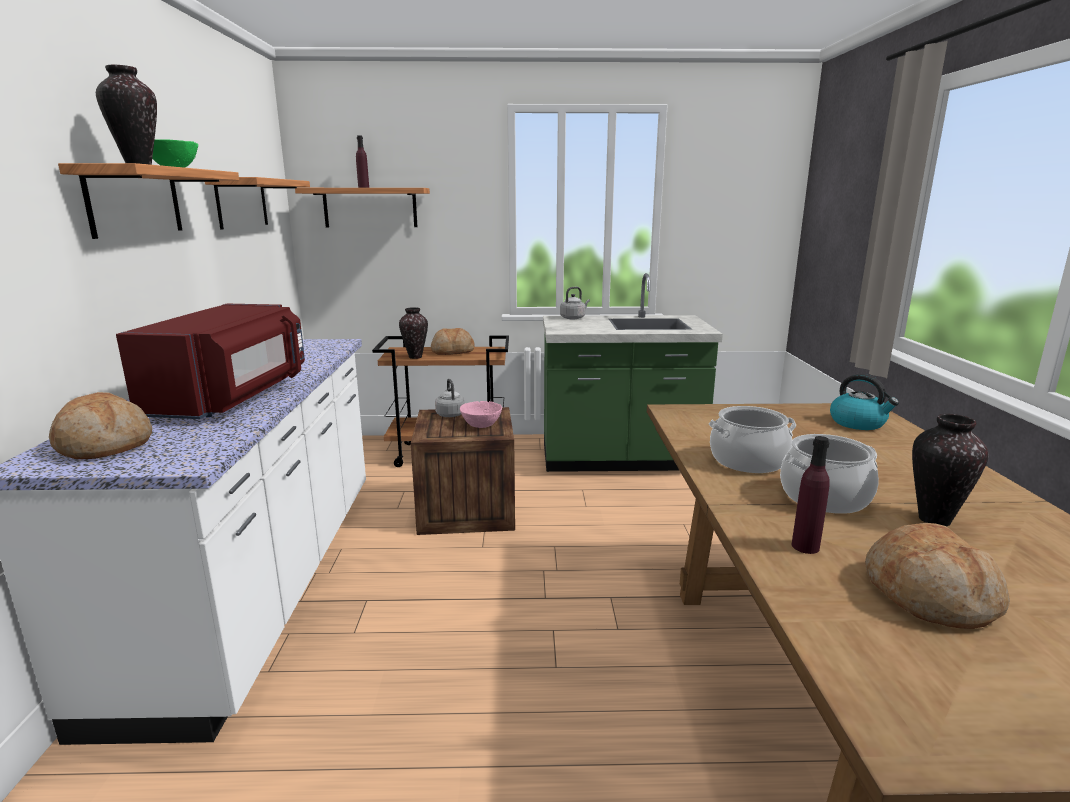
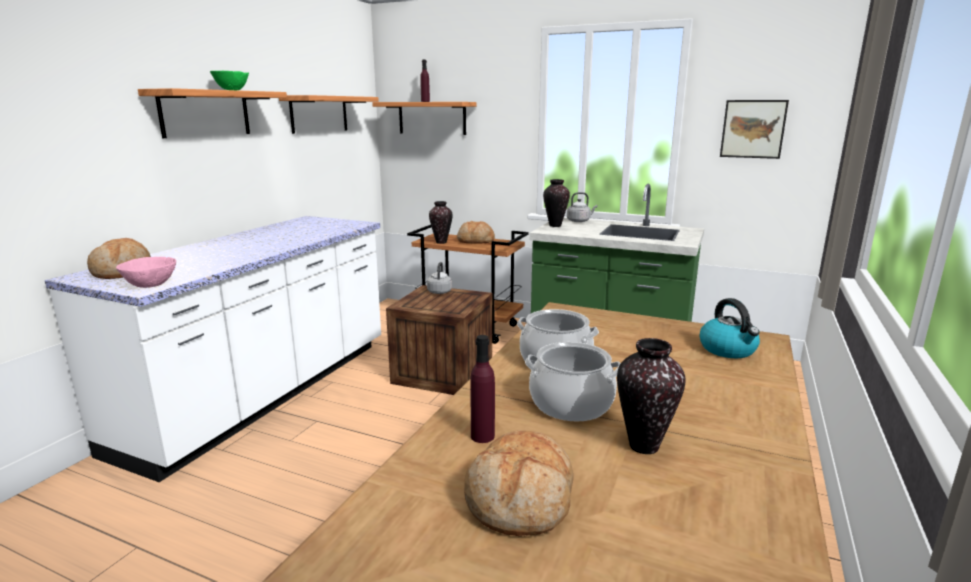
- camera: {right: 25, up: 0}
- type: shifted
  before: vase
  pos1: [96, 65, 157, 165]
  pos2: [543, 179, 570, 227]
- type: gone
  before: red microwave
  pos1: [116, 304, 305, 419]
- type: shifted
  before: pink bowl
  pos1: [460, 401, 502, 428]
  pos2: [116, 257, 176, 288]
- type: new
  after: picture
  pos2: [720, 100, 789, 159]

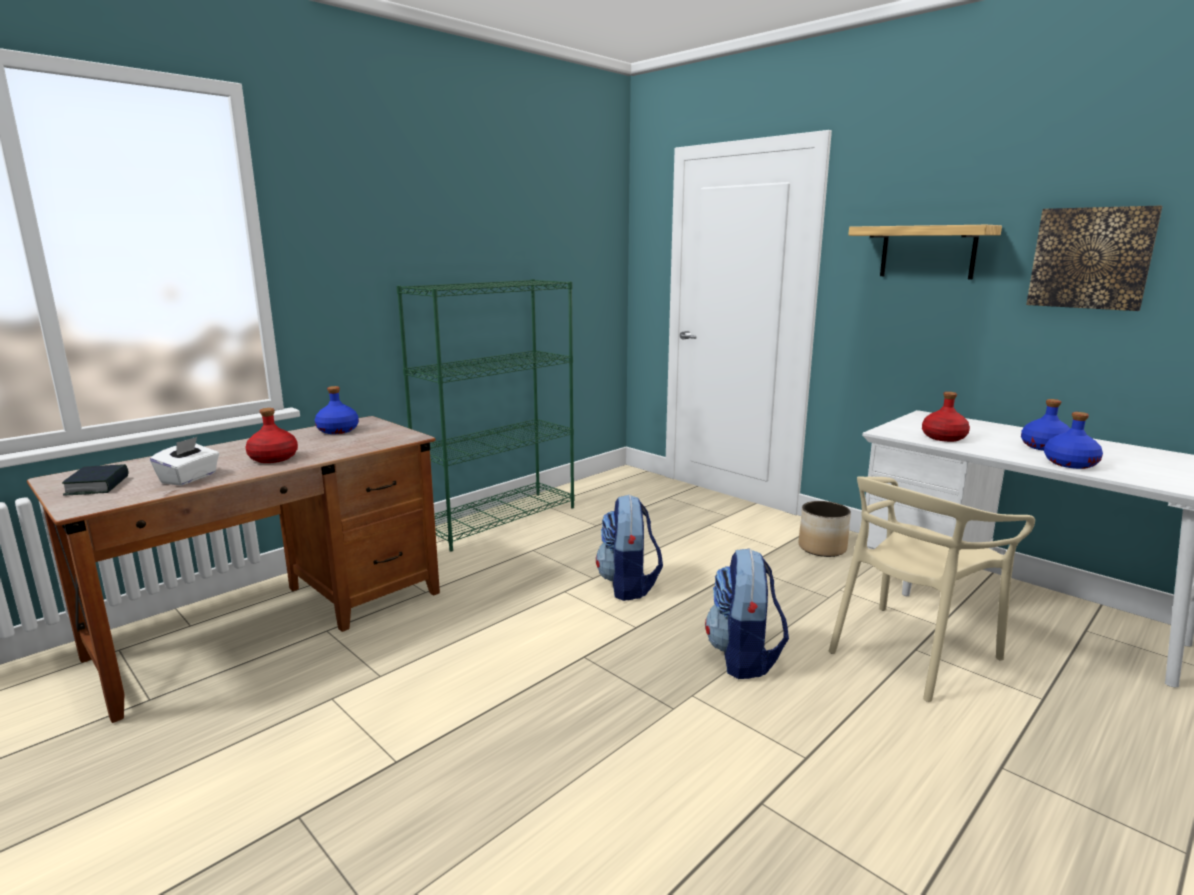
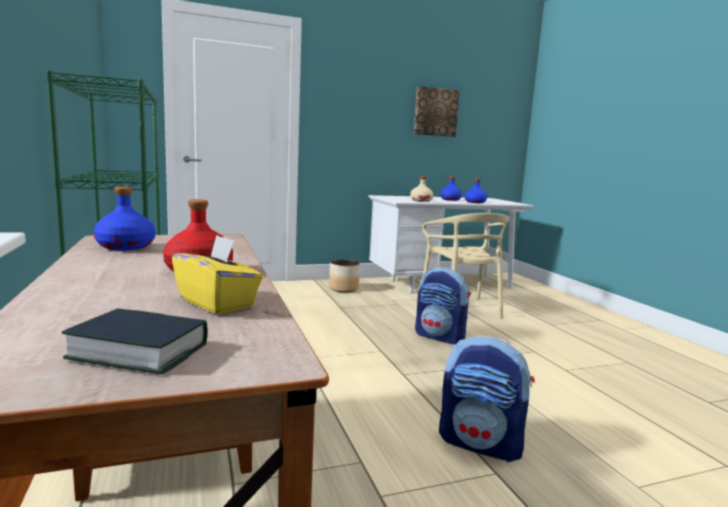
- camera: {right: -65, up: -5}
- type: repainted
  before: white tissue box
  after: yellow tissue box
  pos1: [150, 437, 219, 486]
  pos2: [172, 235, 263, 314]
- type: shifted
  before: backpack
  pos1: [596, 494, 663, 601]
  pos2: [439, 336, 535, 462]
- type: gone
  before: shelf
  pos1: [848, 225, 1002, 279]
- type: repainted
  before: red bottle
  after: beige bottle
  pos1: [922, 392, 970, 442]
  pos2: [410, 176, 433, 202]

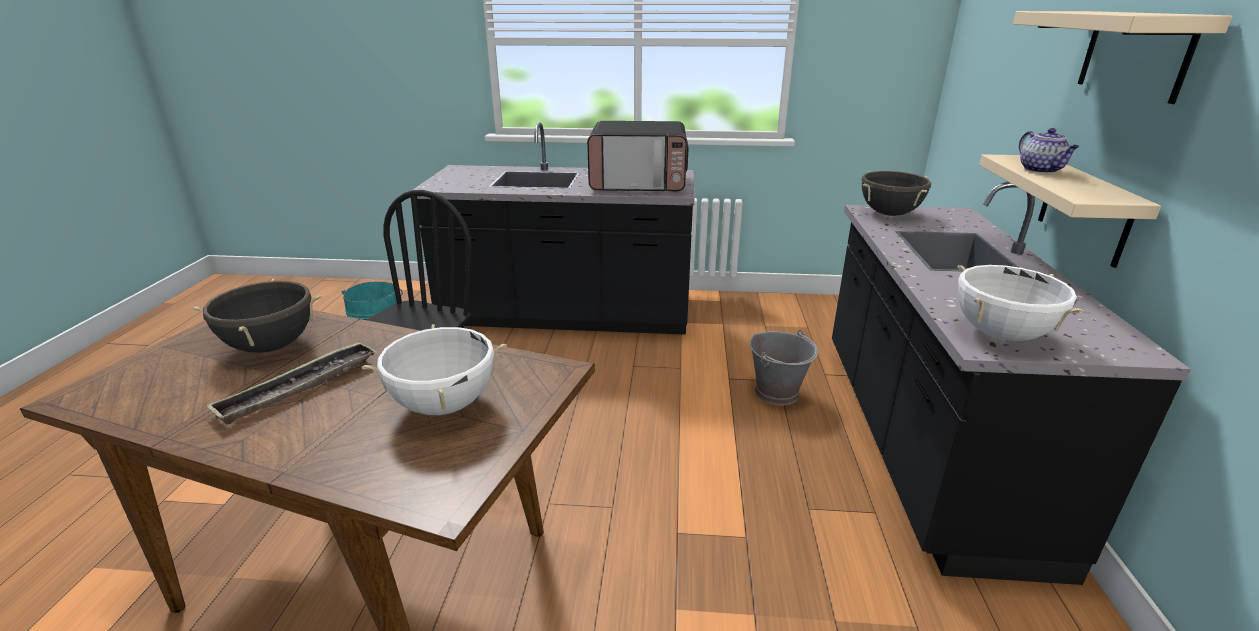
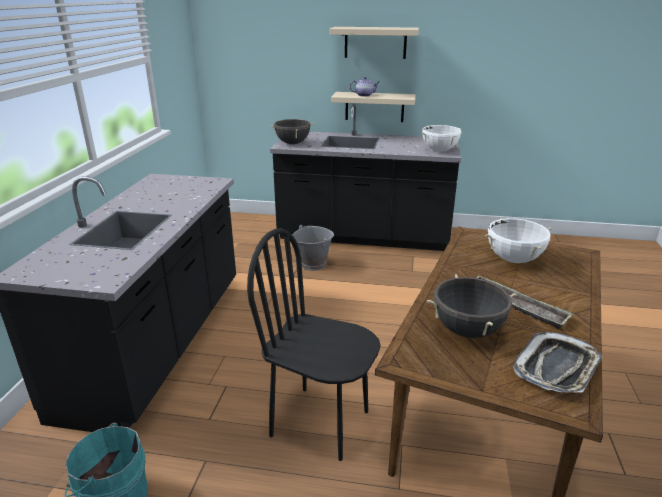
- camera: {right: -85, up: 0}
- type: gone
  before: microwave
  pos1: [587, 121, 688, 191]
- type: new
  after: tray
  pos2: [513, 332, 602, 393]

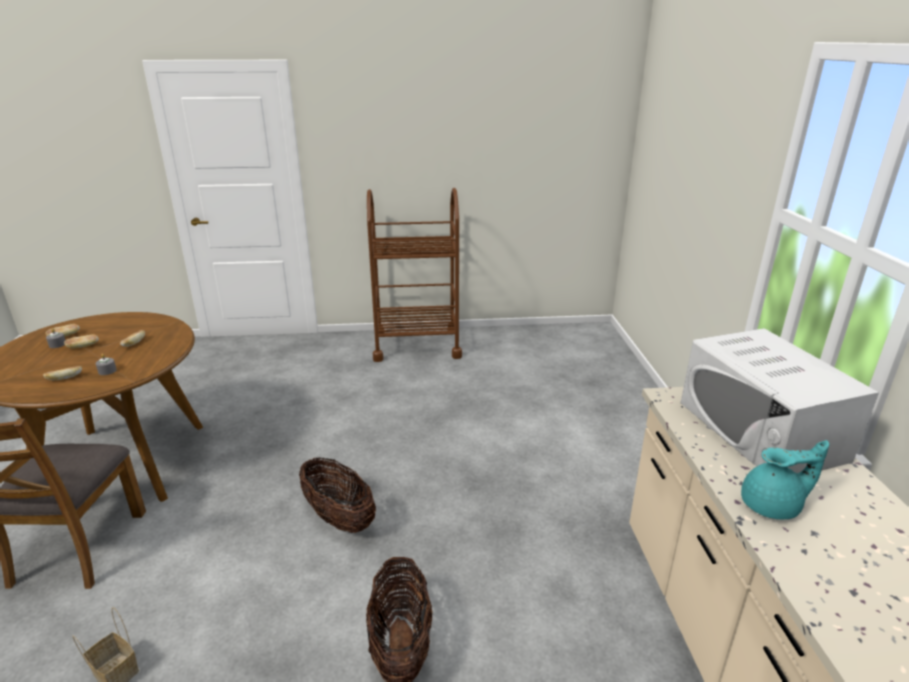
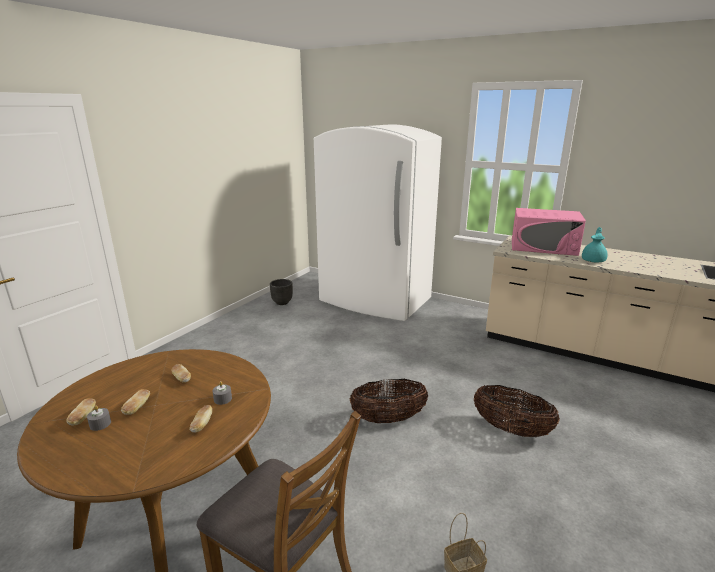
- camera: {right: -55, up: -5}
- type: gone
  before: brown cart
  pos1: [367, 188, 462, 362]
- type: repainted
  before: white microwave
  after: pink microwave
  pos1: [681, 328, 879, 473]
  pos2: [512, 208, 586, 256]
- type: new
  after: black planter
  pos2: [270, 279, 293, 305]
- type: new
  after: white fridge
  pos2: [314, 124, 442, 321]

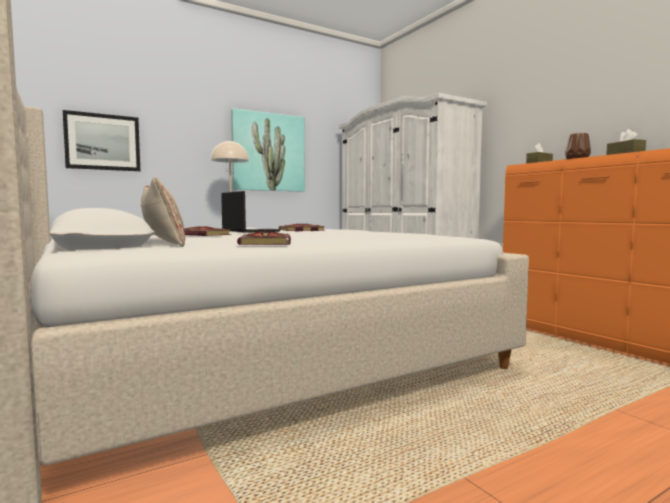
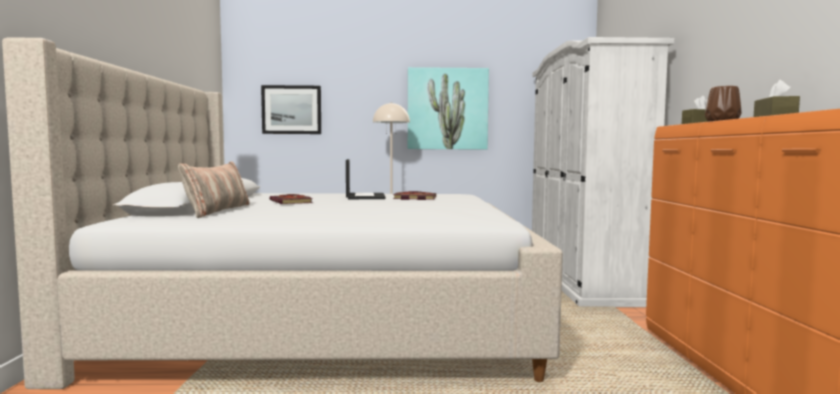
- camera: {right: 30, up: 0}
- type: gone
  before: book
  pos1: [237, 231, 291, 245]

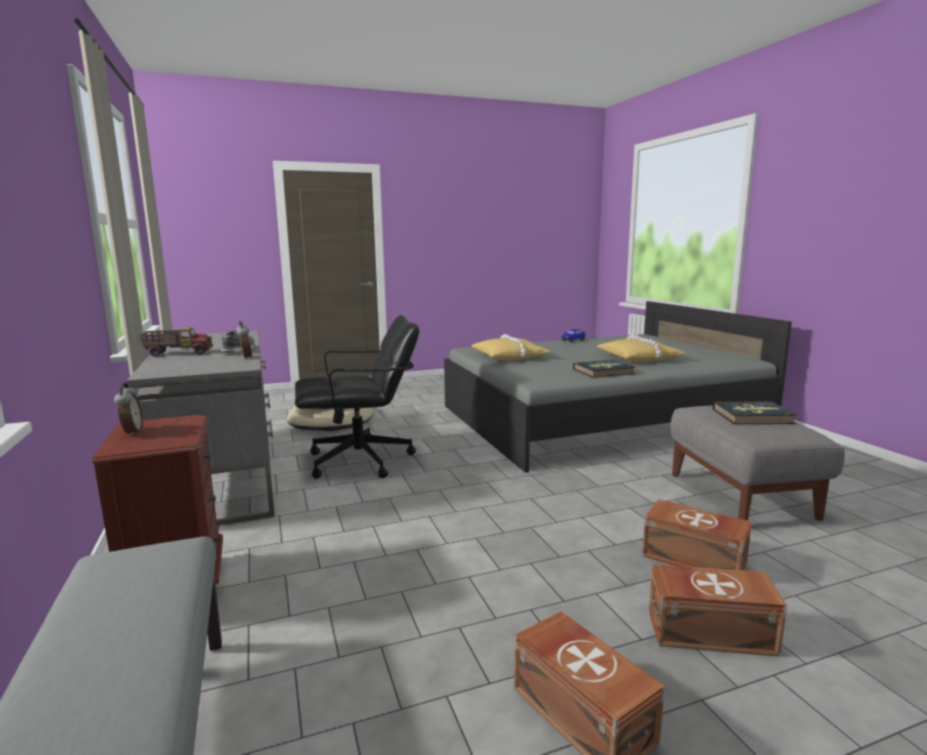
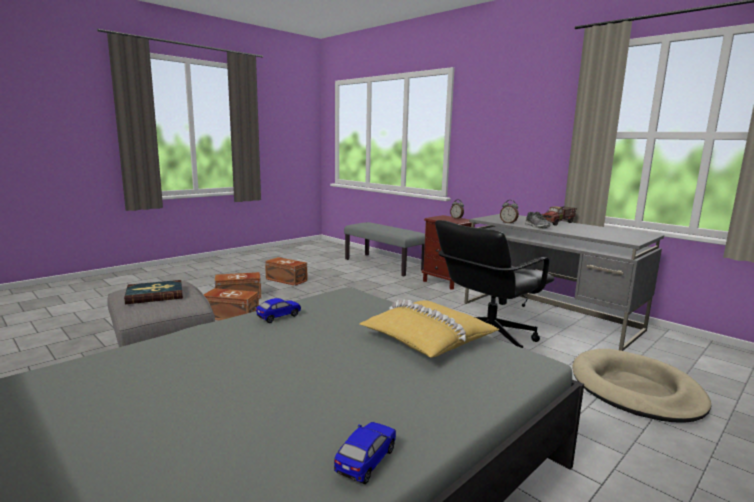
- camera: {right: 155, up: 0}
- type: swapped
  before: book
  after: toy car
  pos1: [573, 360, 636, 378]
  pos2: [256, 298, 301, 323]
- type: gone
  before: yellow pillow
  pos1: [597, 335, 686, 362]

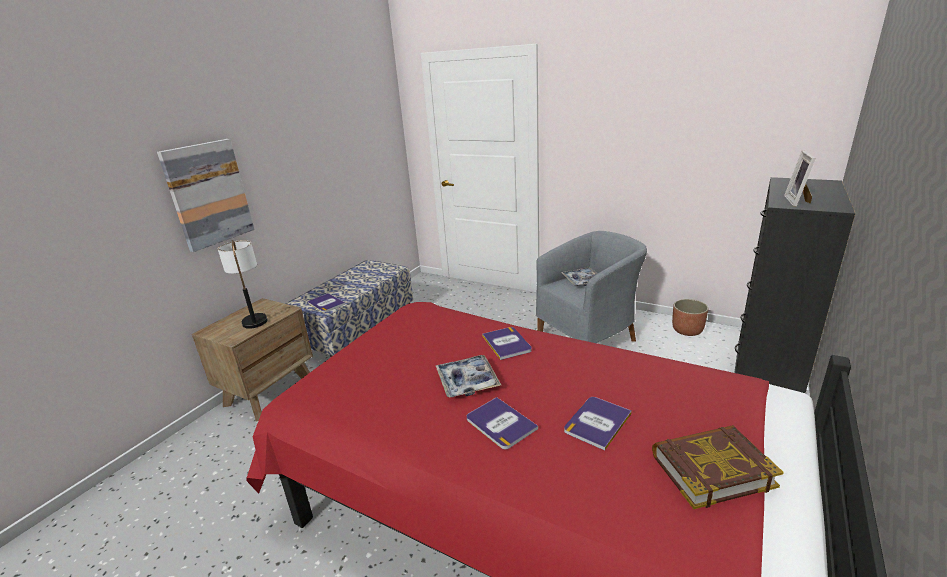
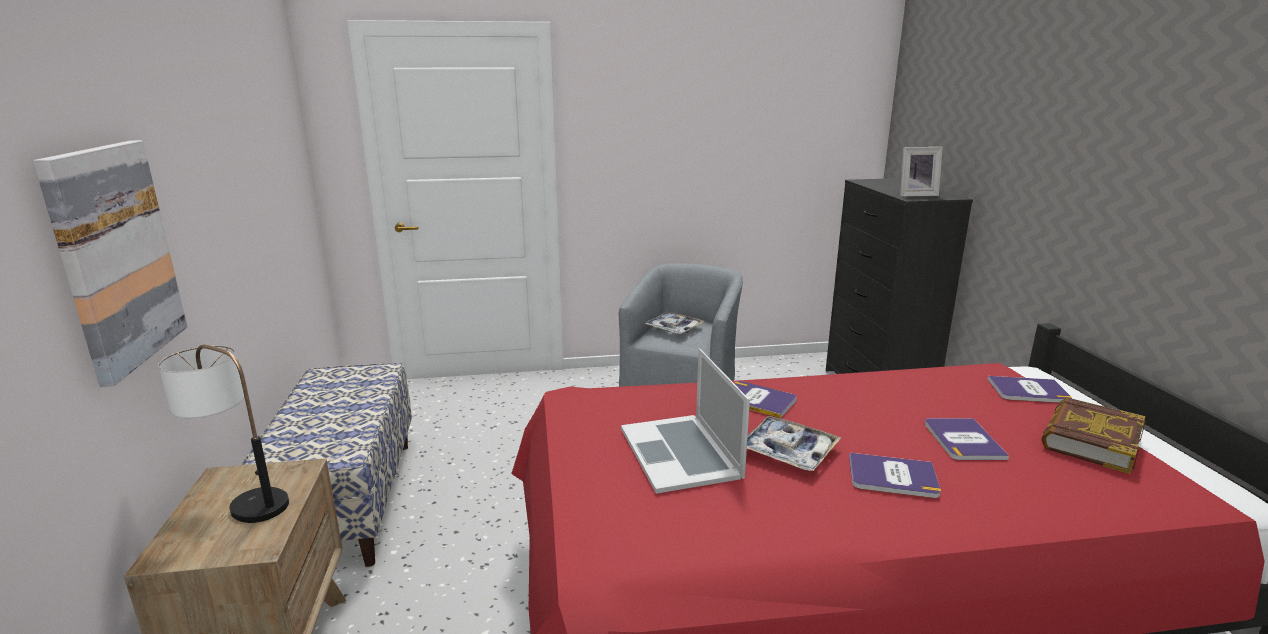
- camera: {right: -40, up: -5}
- type: shifted
  before: book
  pos1: [308, 293, 345, 313]
  pos2: [987, 376, 1072, 403]
- type: gone
  before: planter
  pos1: [672, 299, 709, 336]
- type: rotated
  before: picture frame
  pos1: [784, 150, 816, 207]
  pos2: [900, 147, 943, 197]
  turn: -75
- type: new
  after: laptop
  pos2: [621, 349, 750, 494]

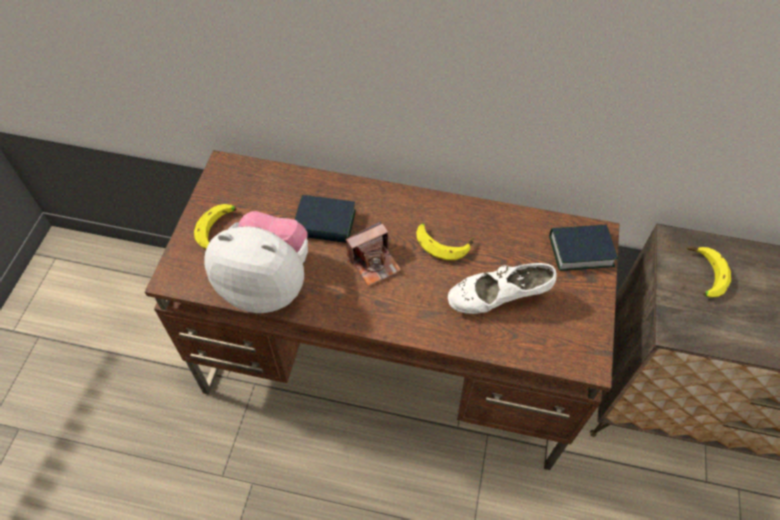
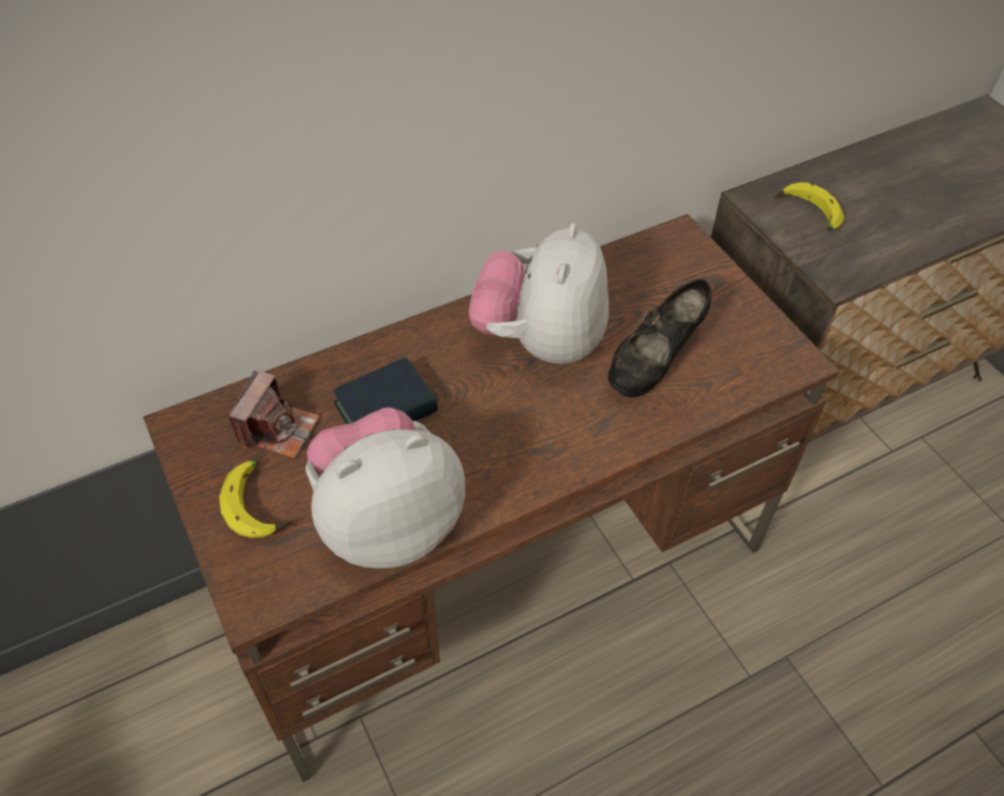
- camera: {right: -40, up: -5}
- type: shifted
  before: photo camera
  pos1: [346, 221, 401, 286]
  pos2: [228, 370, 320, 459]
- type: swapped
  before: banana
  after: plush toy
  pos1: [416, 223, 474, 260]
  pos2: [469, 223, 609, 364]
- type: repainted
  before: white shoe
  after: black shoe
  pos1: [448, 263, 556, 314]
  pos2: [608, 279, 712, 398]
- type: gone
  before: book
  pos1: [549, 224, 618, 271]

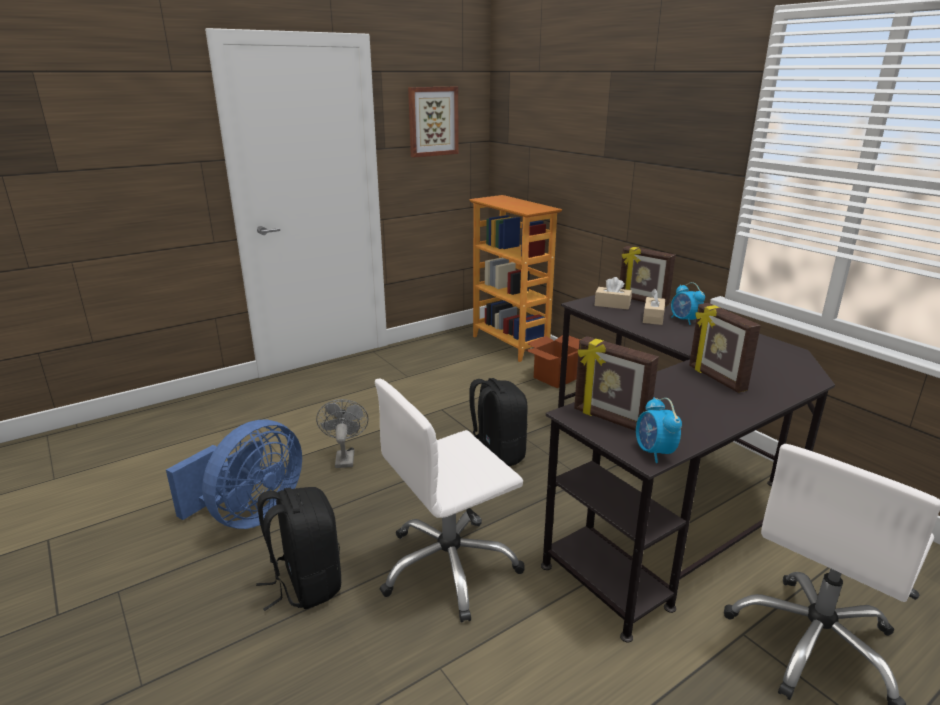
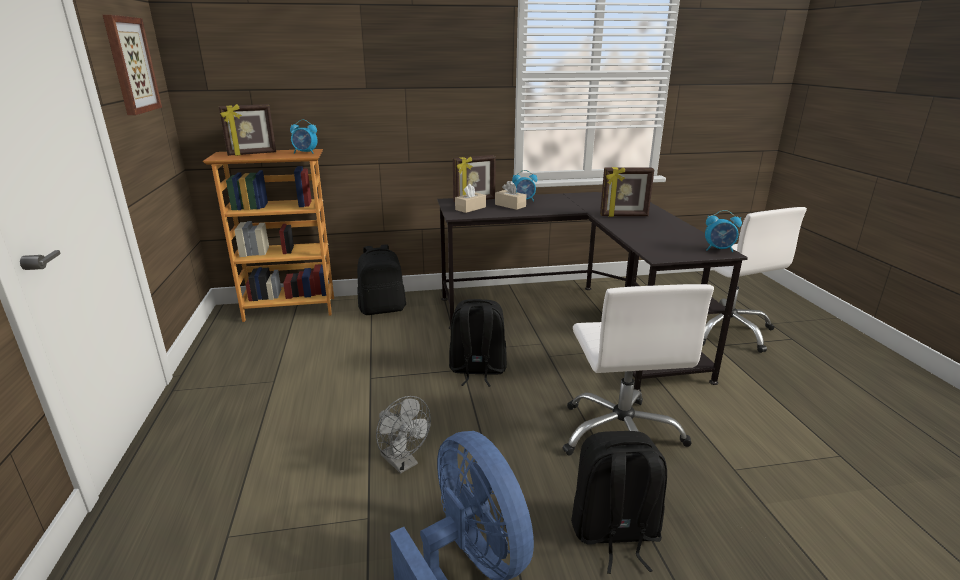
- camera: {right: -65, up: 0}
- type: rotated
  before: grey fan
  pos1: [316, 399, 368, 468]
  pos2: [376, 396, 431, 474]
  turn: -150
- type: swapped
  before: cardboard box
  after: black backpack
  pos1: [525, 335, 580, 388]
  pos2: [357, 244, 406, 315]
- type: shifted
  before: picture frame
  pos1: [574, 336, 659, 431]
  pos2: [219, 104, 276, 156]
- type: new
  after: alarm clock
  pos2: [290, 120, 318, 154]

